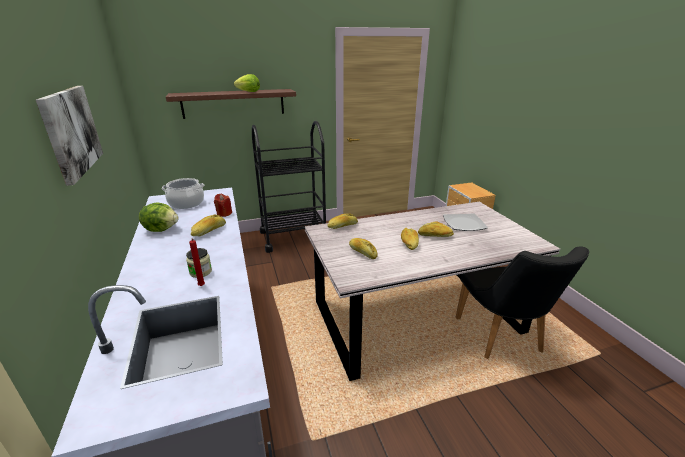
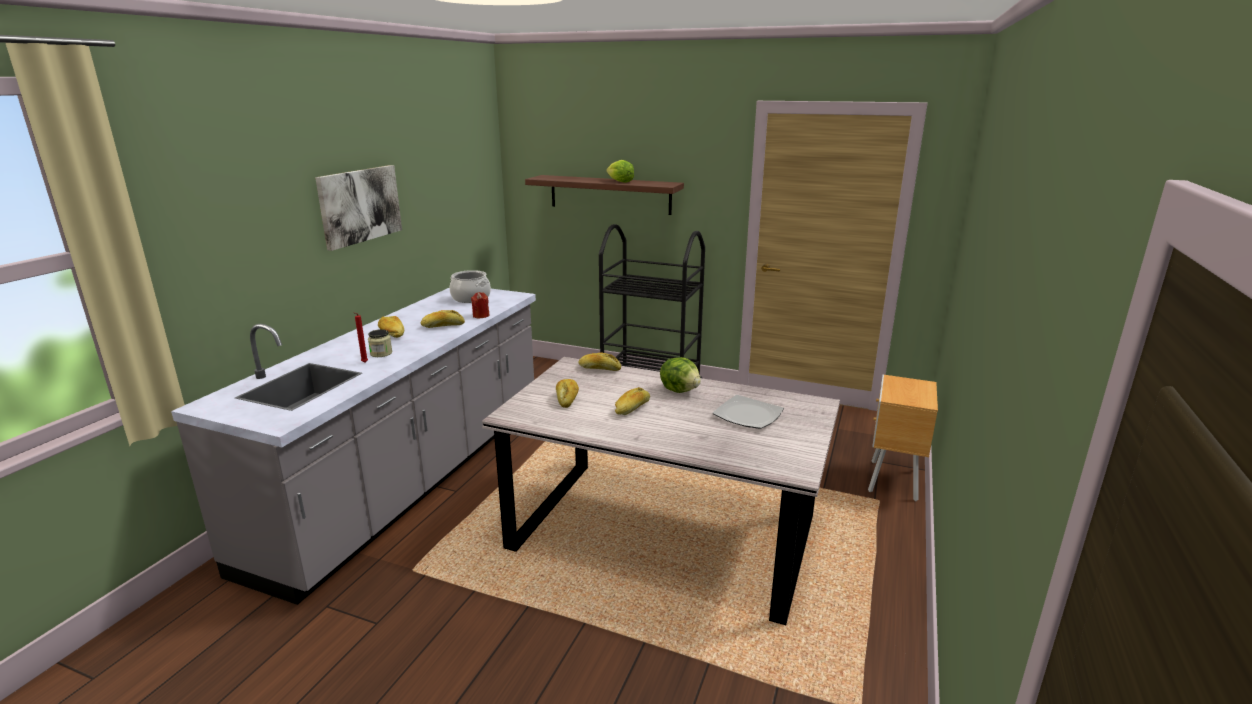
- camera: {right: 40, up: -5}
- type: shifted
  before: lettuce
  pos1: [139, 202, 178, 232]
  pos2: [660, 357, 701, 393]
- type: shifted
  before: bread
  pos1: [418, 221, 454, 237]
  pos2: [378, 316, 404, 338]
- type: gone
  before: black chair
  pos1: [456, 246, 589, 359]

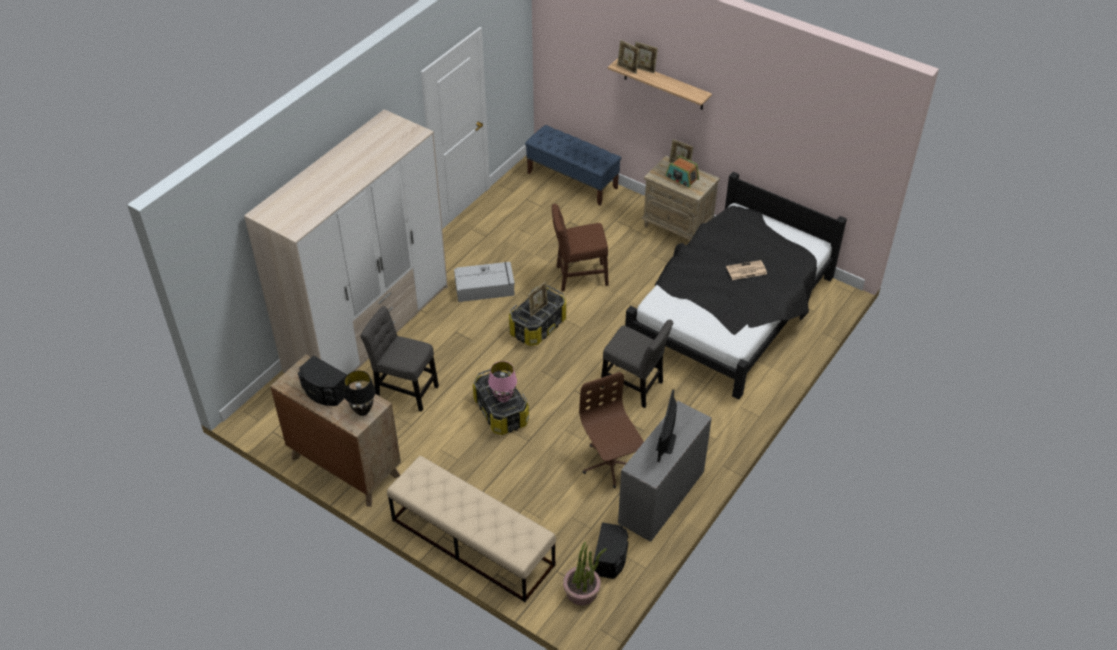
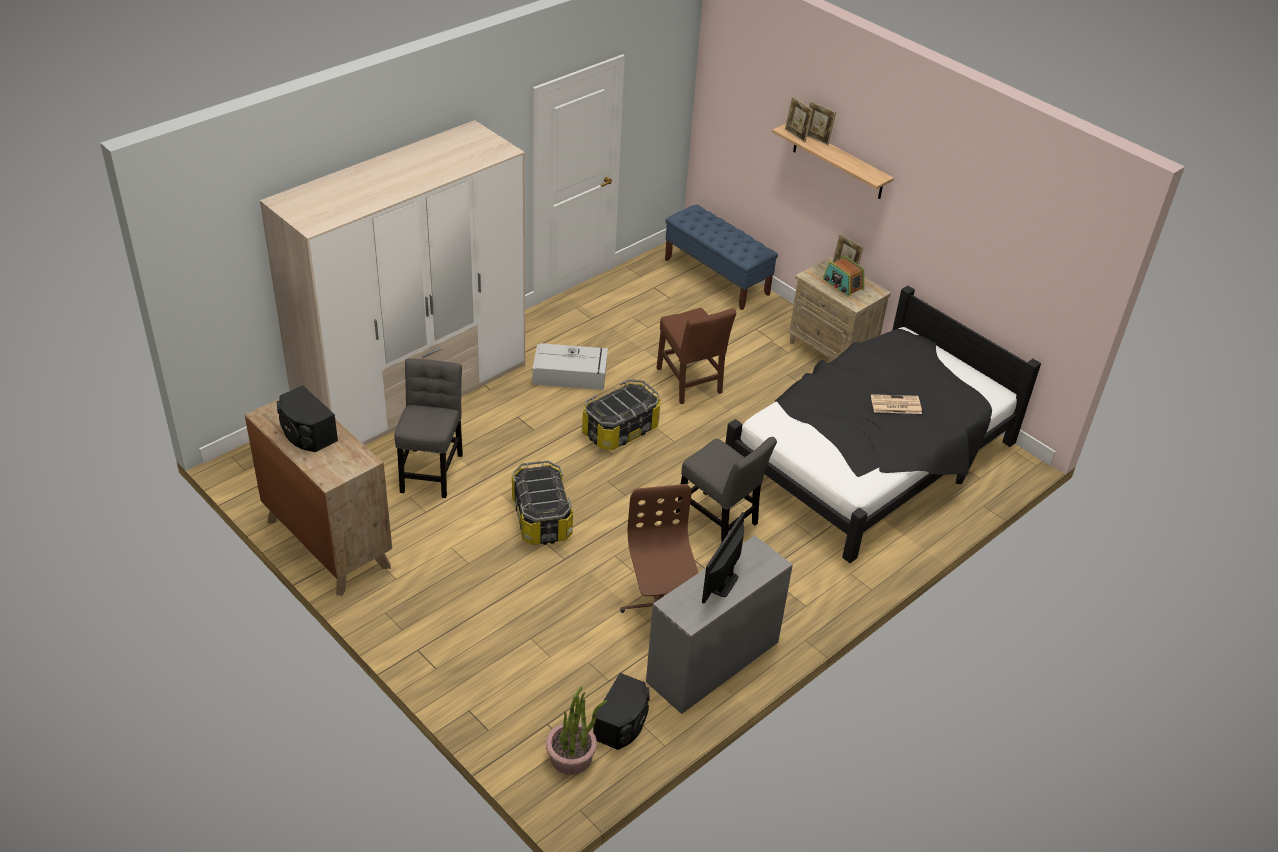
- camera: {right: 10, up: -5}
- type: gone
  before: black table lamp
  pos1: [344, 370, 376, 416]
- type: rotated
  before: grey chair
  pos1: [360, 306, 439, 412]
  pos2: [394, 358, 463, 498]
  turn: 60
- type: gone
  before: beige bench
  pos1: [387, 456, 556, 602]
- type: gone
  before: pink table lamp
  pos1: [488, 361, 517, 402]
- type: gone
  before: picture frame
  pos1: [528, 281, 548, 317]
- type: rotated
  before: brown chair
  pos1: [552, 204, 609, 291]
  pos2: [657, 308, 736, 404]
  turn: -120

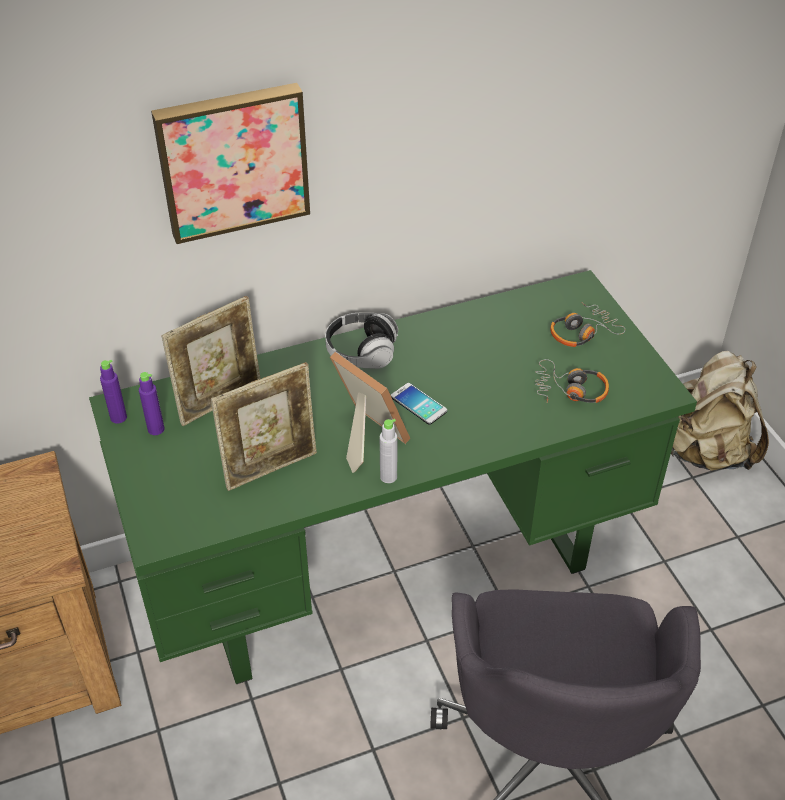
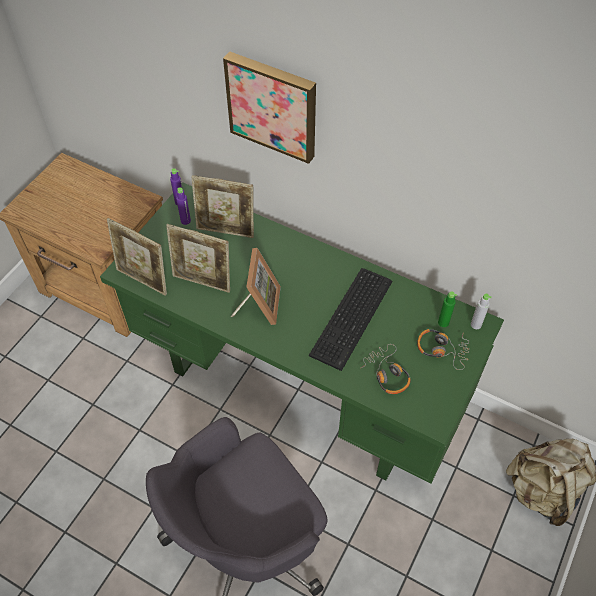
- camera: {right: 50, up: 10}
- type: gone
  before: headphones
  pos1: [325, 312, 399, 369]
- type: shifted
  before: grey bottle
  pos1: [380, 419, 397, 483]
  pos2: [471, 294, 492, 329]
- type: gone
  before: phone
  pos1: [391, 383, 447, 425]
- type: new
  after: picture frame
  pos2: [107, 218, 167, 296]
- type: new
  after: keyboard
  pos2: [309, 268, 393, 371]
- type: new
  after: green bottle
  pos2: [438, 291, 457, 327]

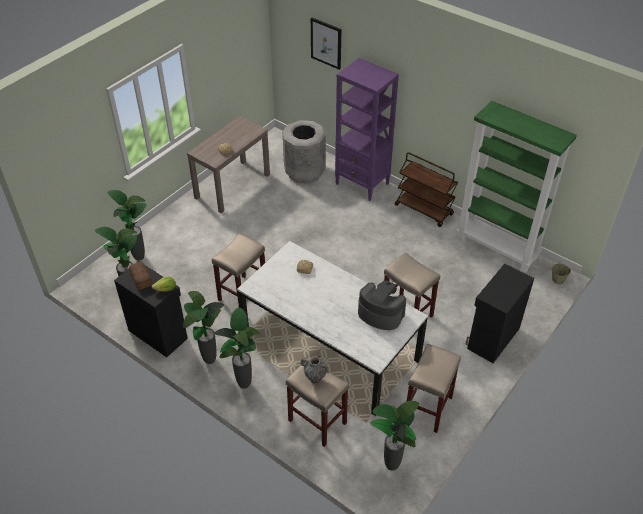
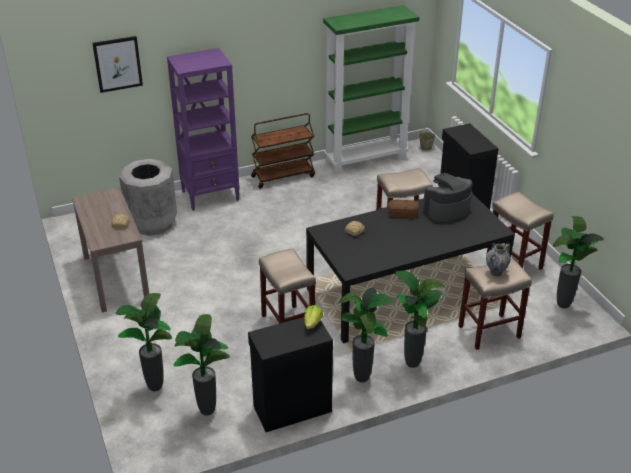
- camera: {right: -60, up: -10}
- type: shifted
  before: bread
  pos1: [129, 262, 152, 290]
  pos2: [388, 200, 419, 218]
- type: repainted
  before: white dining table
  after: black dining table
  pos1: [237, 241, 428, 416]
  pos2: [306, 193, 515, 344]

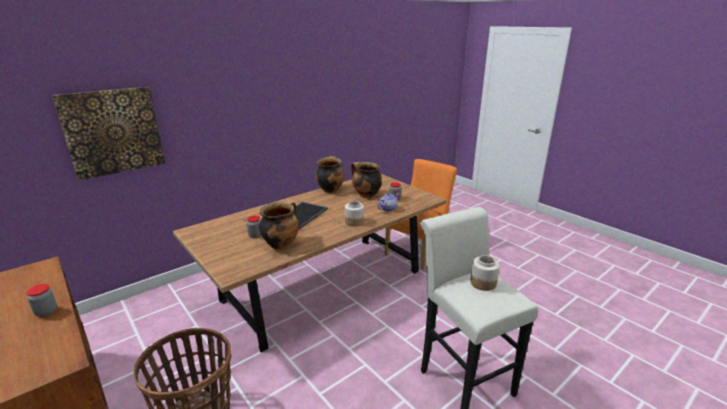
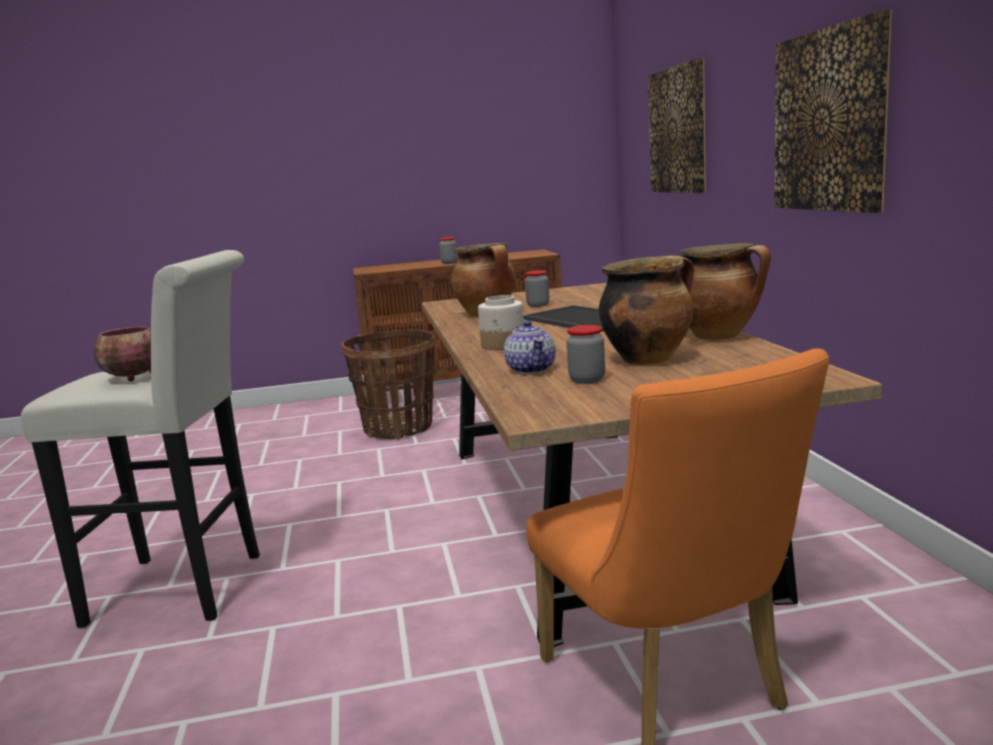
- camera: {right: 120, up: -10}
- type: swapped
  before: jar
  after: bowl
  pos1: [470, 255, 500, 291]
  pos2: [94, 327, 151, 381]
- type: new
  after: picture
  pos2: [774, 9, 892, 213]

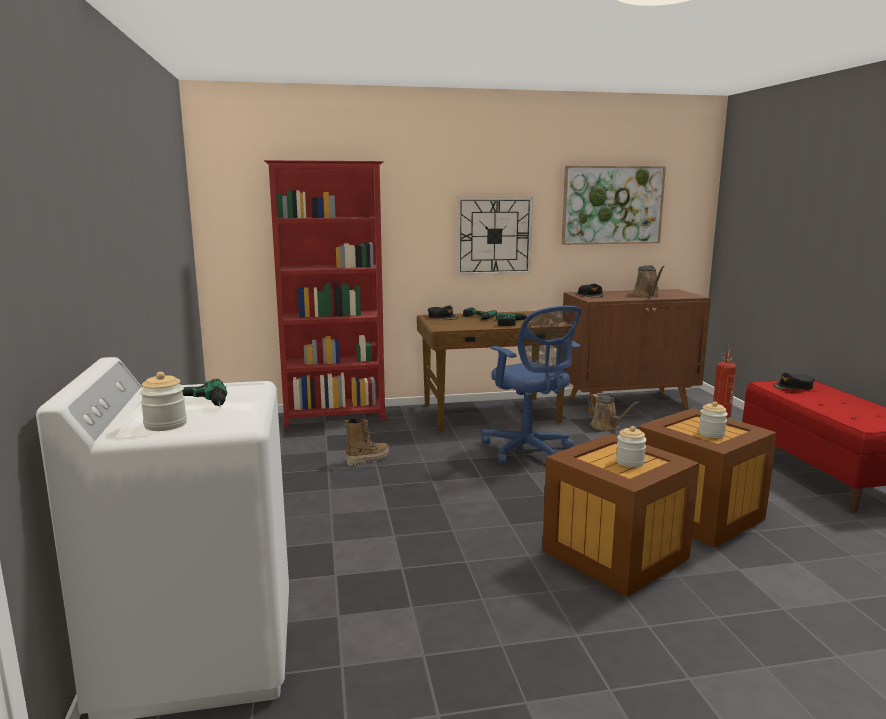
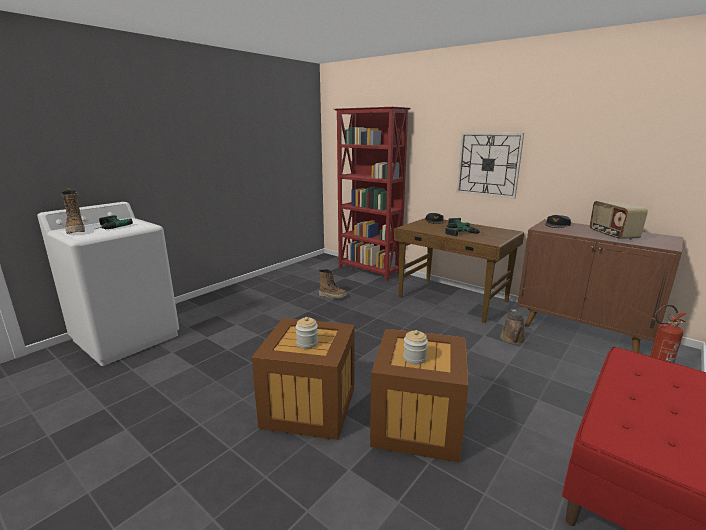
- camera: {right: 50, up: 5}
- type: swapped
  before: jar
  after: boot
  pos1: [140, 372, 187, 431]
  pos2: [61, 188, 85, 234]
- type: gone
  before: blue office chair
  pos1: [482, 306, 582, 464]
- type: gone
  before: picture
  pos1: [562, 166, 666, 245]
- type: swapped
  before: brown watering can
  after: radio
  pos1: [633, 265, 665, 297]
  pos2: [590, 201, 648, 240]
- type: gone
  before: black cap
  pos1: [773, 372, 815, 390]

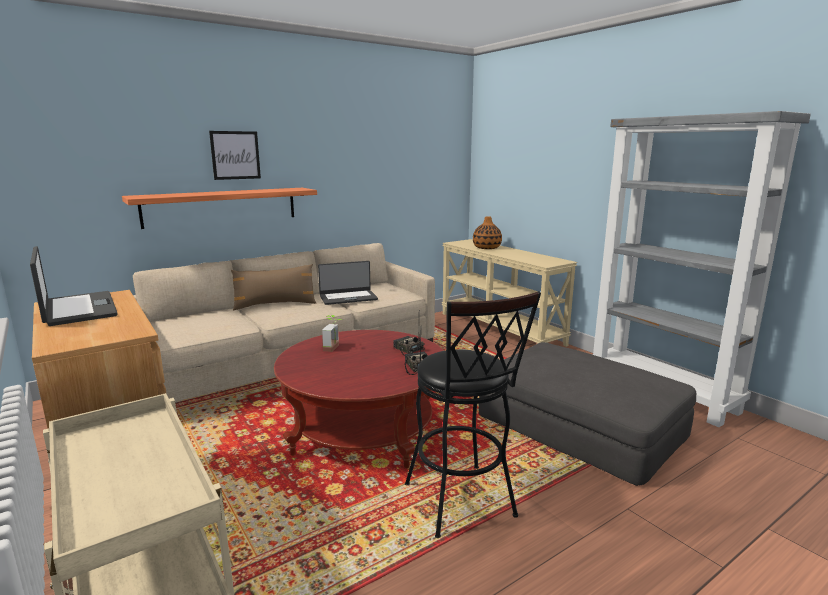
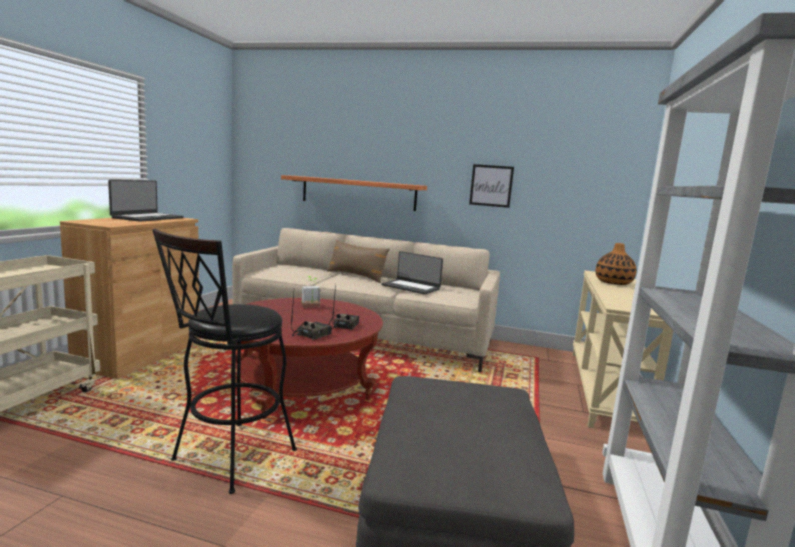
- camera: {right: 50, up: -5}
- type: shifted
  before: picture
  pos1: [209, 131, 261, 180]
  pos2: [469, 164, 514, 208]

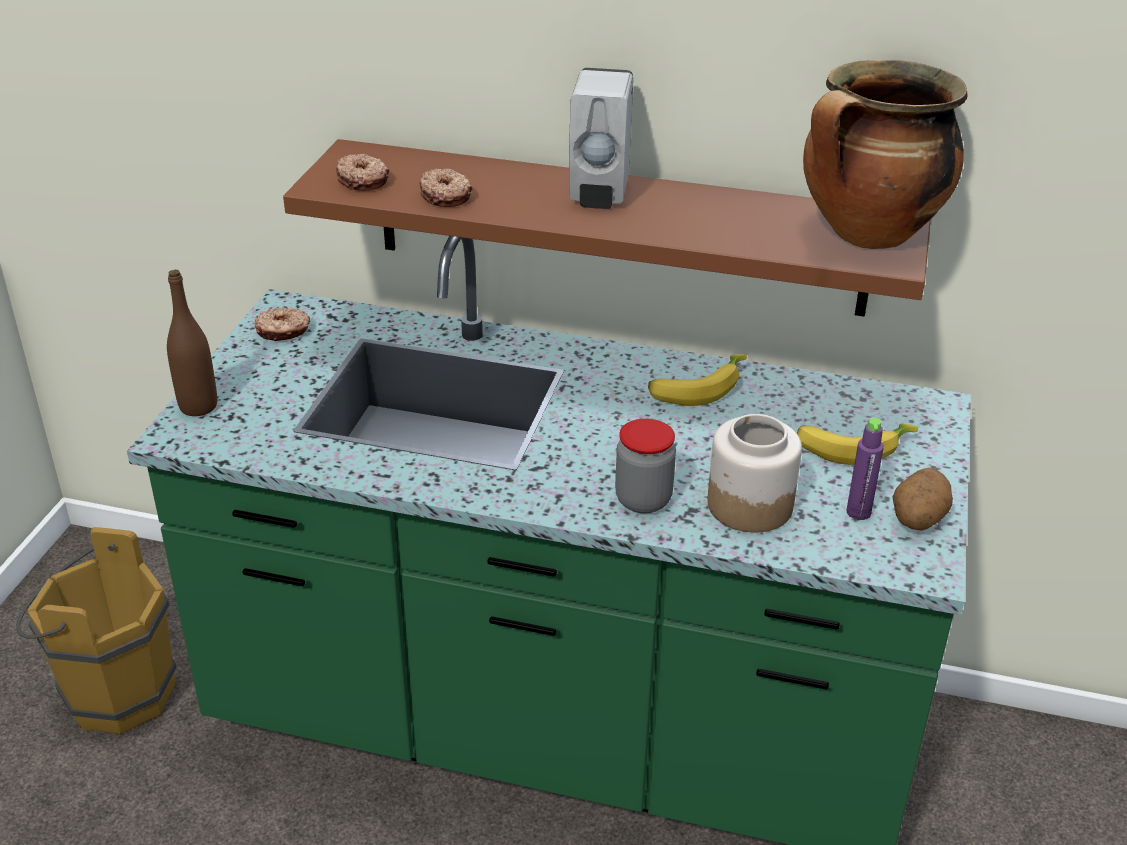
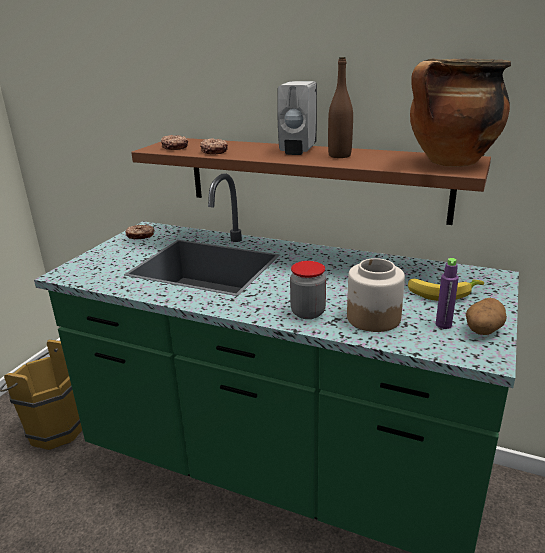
- camera: {right: 10, up: -10}
- type: shifted
  before: brown bottle
  pos1: [167, 270, 217, 416]
  pos2: [328, 57, 353, 158]
- type: gone
  before: banana
  pos1: [648, 354, 747, 406]

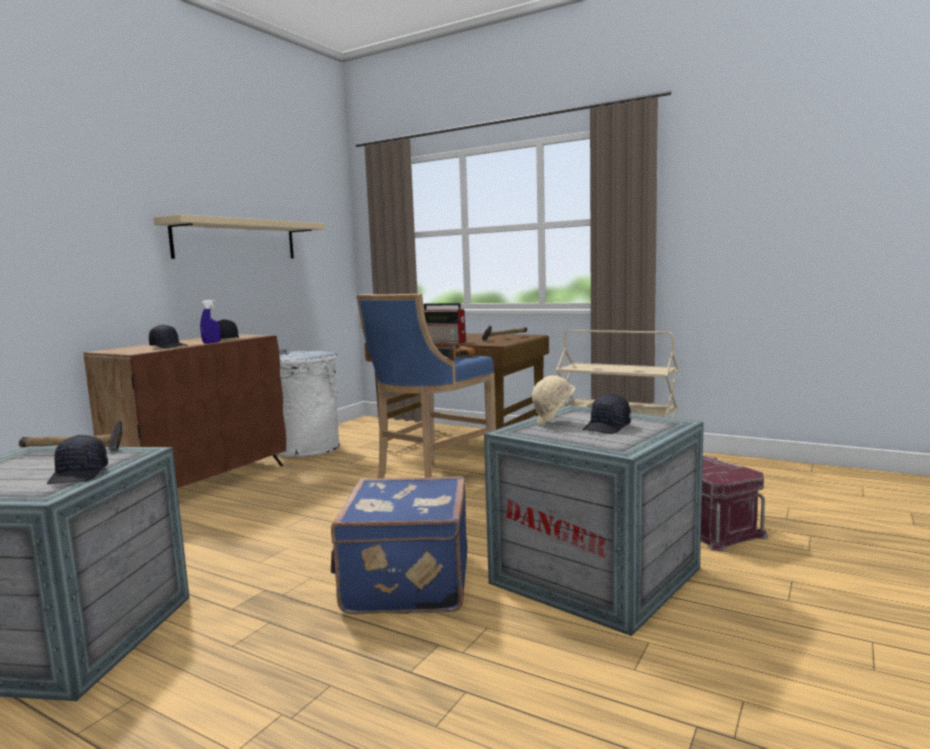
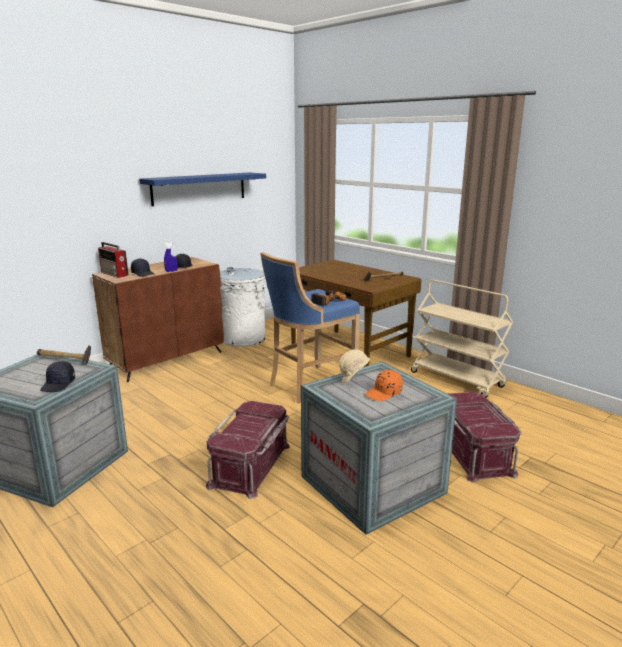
- camera: {right: 15, up: 10}
- type: repainted
  before: beige shelf
  after: blue shelf
  pos1: [153, 214, 325, 259]
  pos2: [139, 172, 266, 206]
- type: swapped
  before: blue suitcase
  after: red storage box
  pos1: [331, 476, 467, 614]
  pos2: [206, 401, 290, 499]
- type: shifted
  before: radio
  pos1: [424, 303, 466, 344]
  pos2: [98, 242, 128, 278]
- type: repainted
  before: black cap
  after: orange cap
  pos1: [583, 394, 631, 434]
  pos2: [365, 370, 403, 401]

